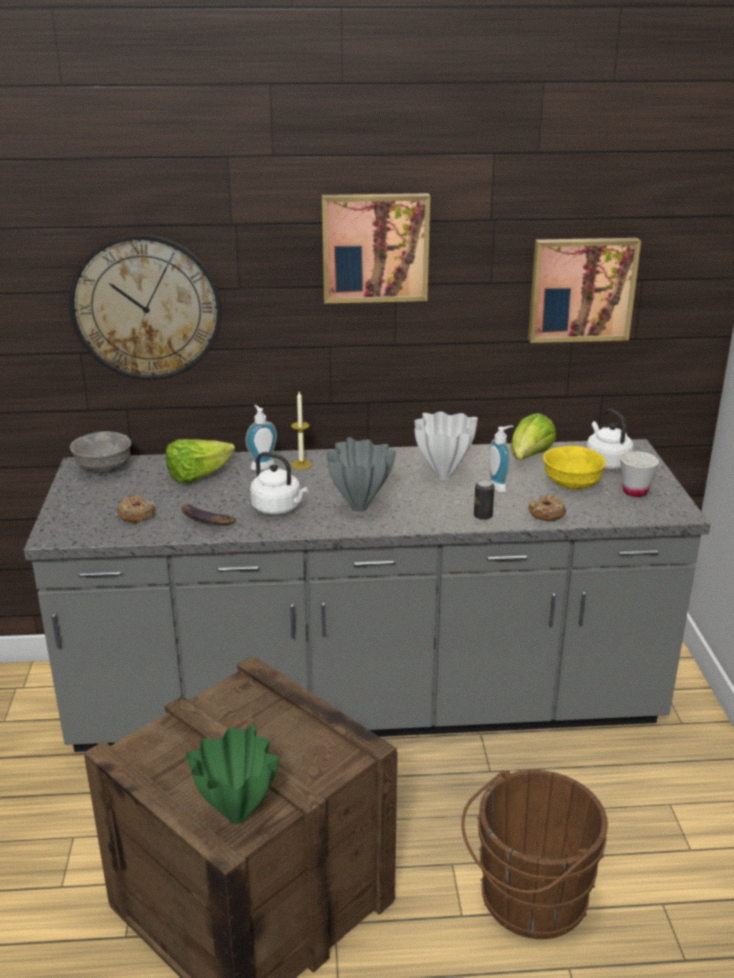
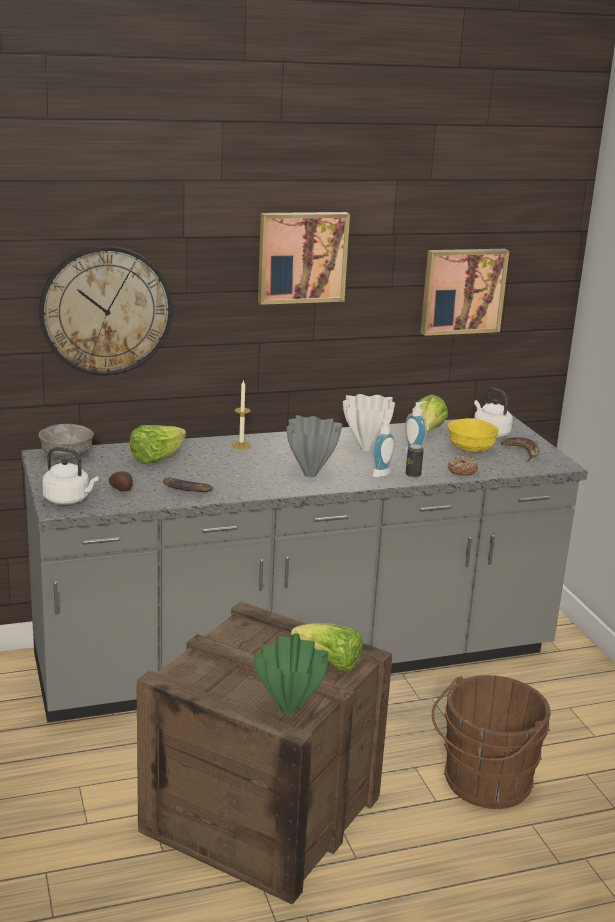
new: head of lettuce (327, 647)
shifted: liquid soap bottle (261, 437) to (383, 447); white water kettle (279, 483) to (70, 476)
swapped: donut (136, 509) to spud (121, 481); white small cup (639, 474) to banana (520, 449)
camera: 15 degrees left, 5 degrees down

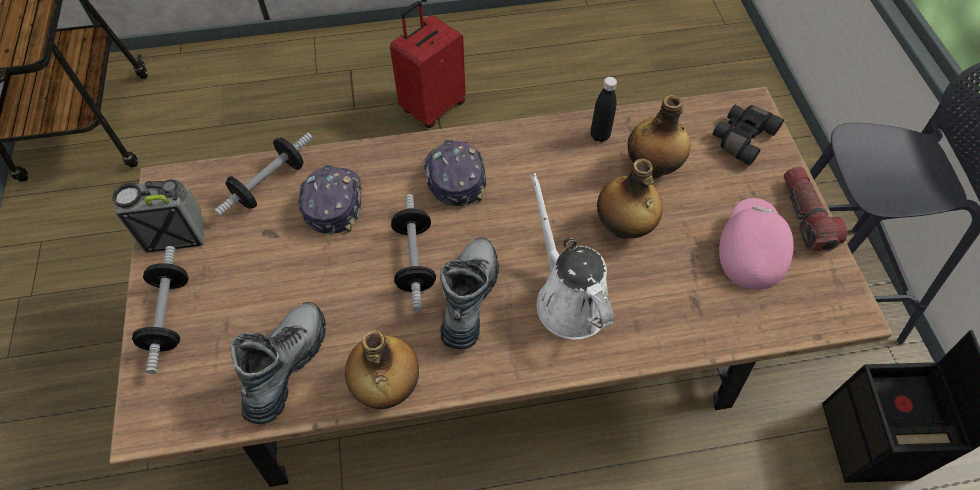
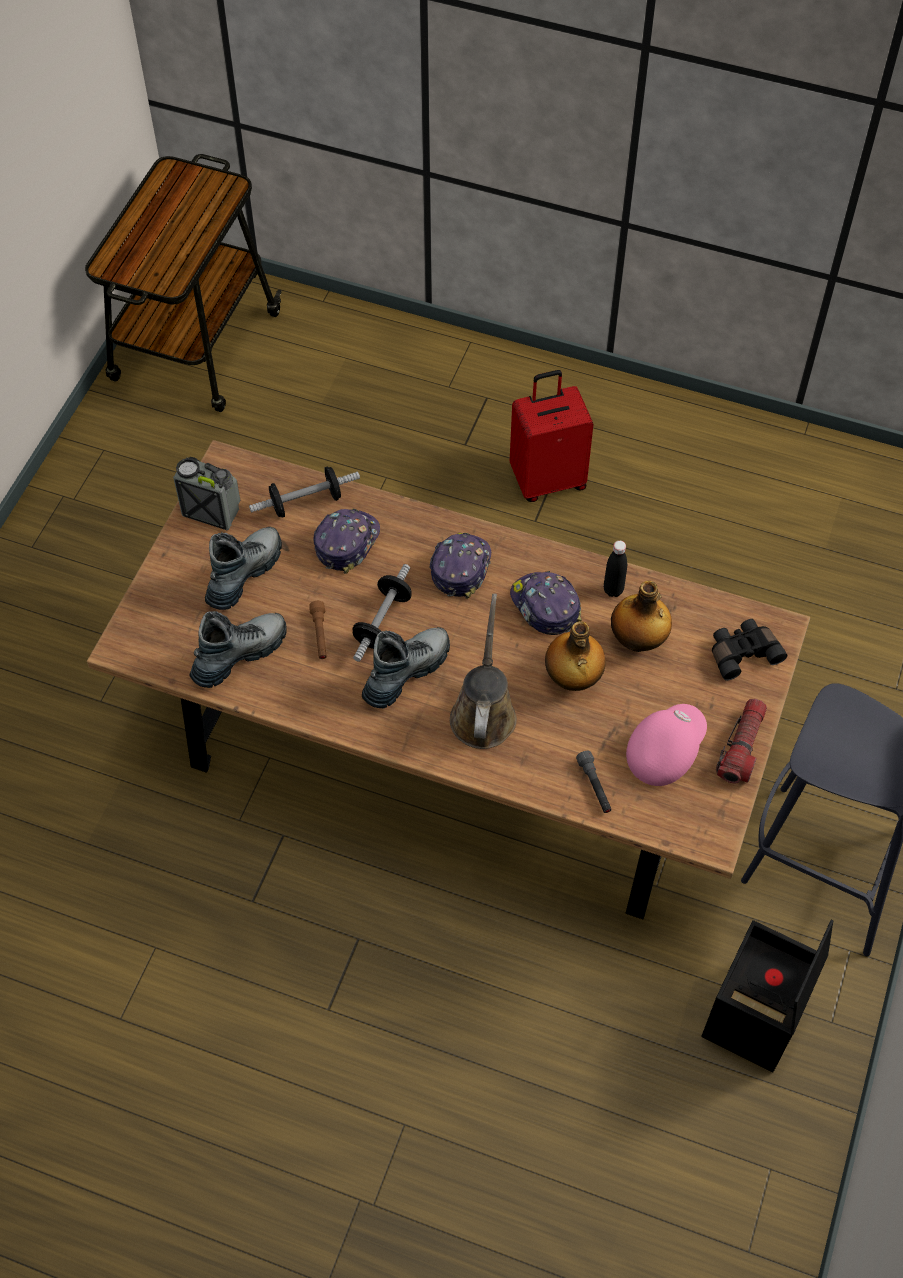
gone: free weight (160, 310); drink bottle (382, 369)
new: boot (243, 568); brown-coloured hand torch (318, 630); cap (546, 603); grey hand torch (594, 782)
repainted: white sprinkling can (572, 256) to brown-coloured sprinkling can (483, 671)
camera: 30 degrees right, 0 degrees up

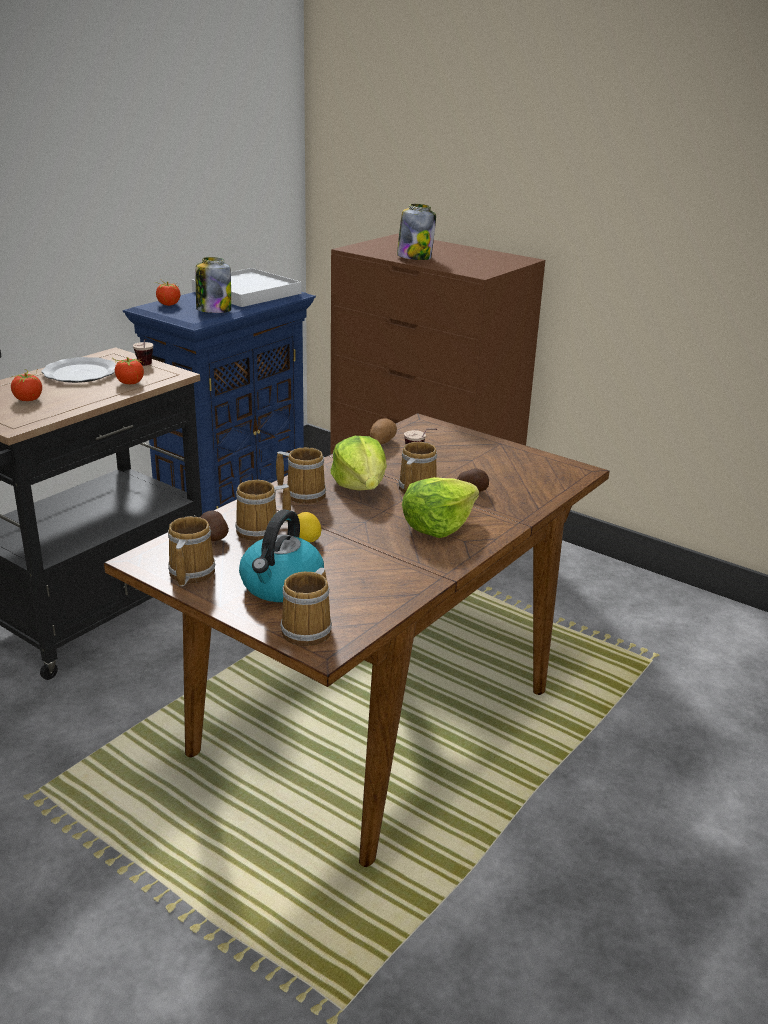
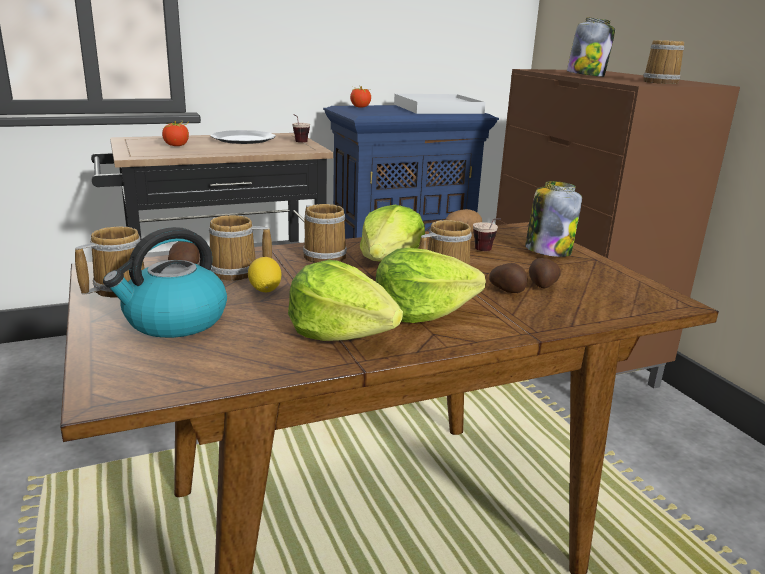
gone: whole tomato (128, 370)
new: head of lettuce (345, 300); spud (544, 273)
shifted: storage jar (213, 285) to (553, 219); tea mug (306, 607) to (663, 62)
camera: 30 degrees right, 5 degrees down

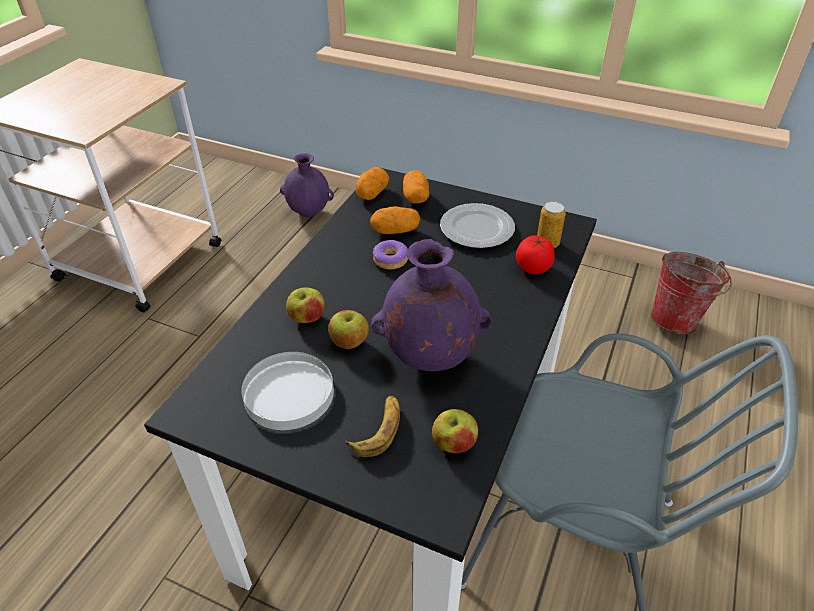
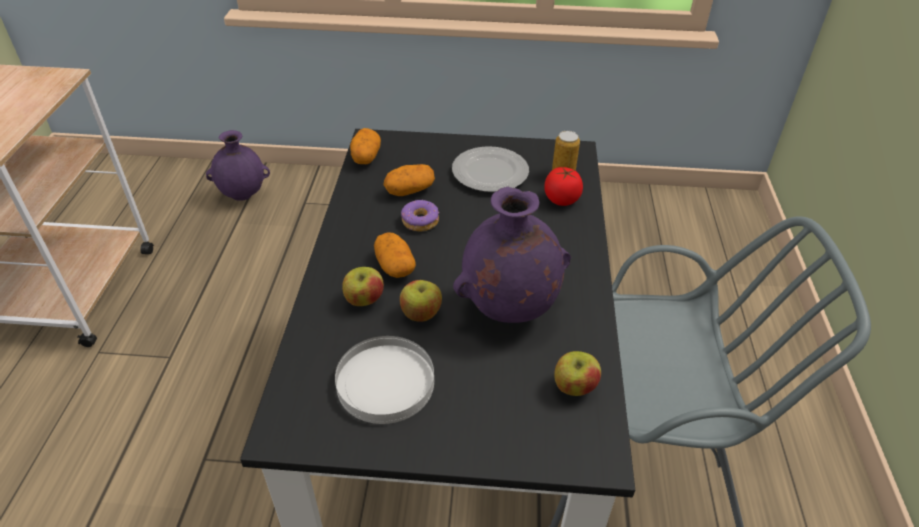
gone: banana (373, 426); water bucket (691, 293)
shifted: spud (416, 187) to (395, 255)
camera: 20 degrees left, 0 degrees up

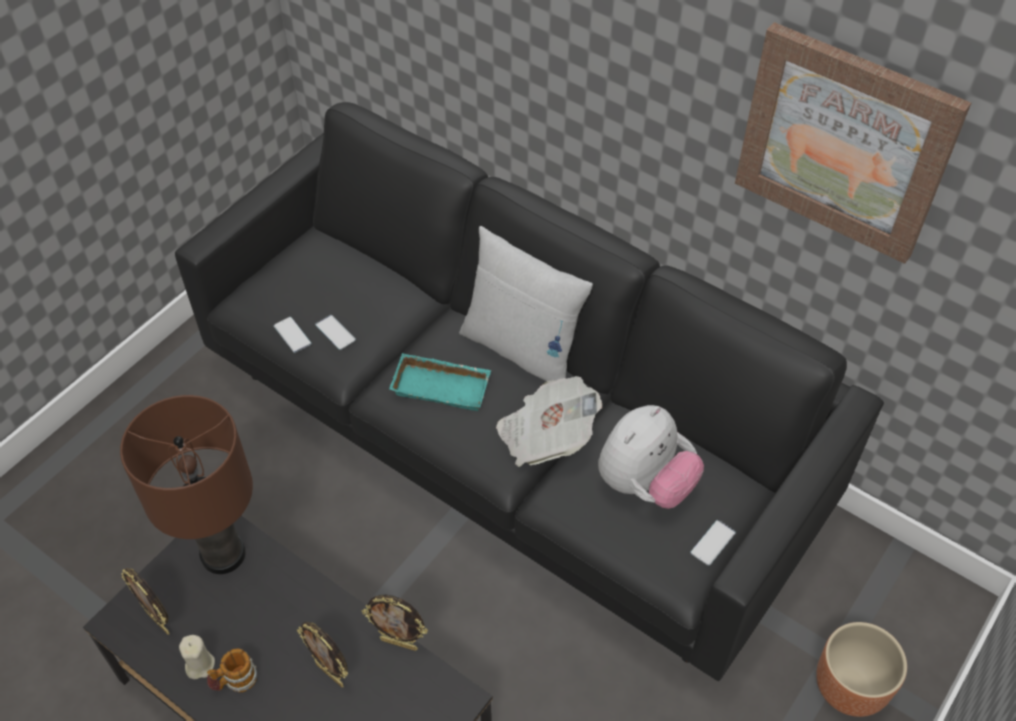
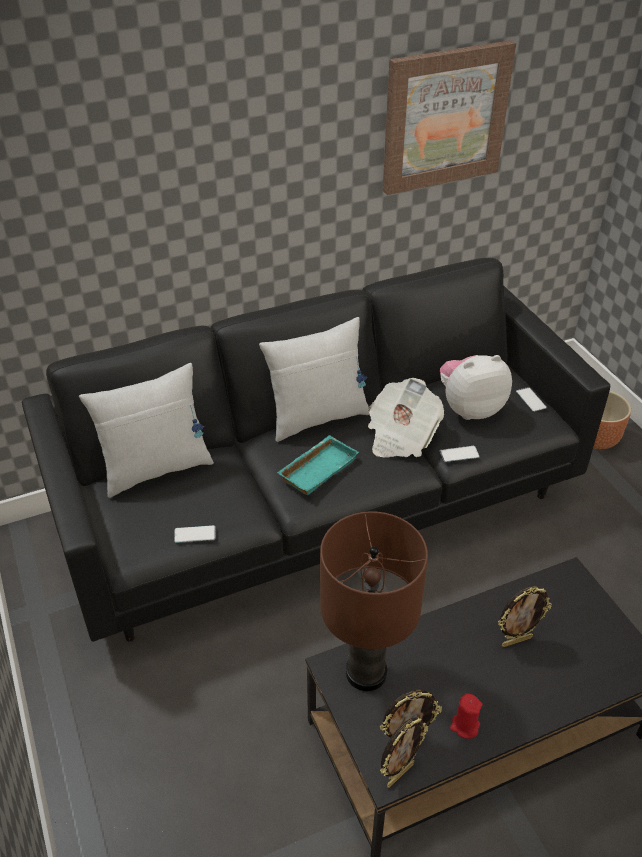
gone: tea mug (232, 670)
new: grey throw pillow (146, 430)
shifted: telephone (335, 332) to (460, 454); photo frame (395, 623) to (404, 752)
repainted: sand-coloured candle (197, 657) to reddish candle (466, 716)
rotated: plush toy (651, 457) = (476, 387) 90 degrees counterclockwise
camera: 60 degrees left, 10 degrees down

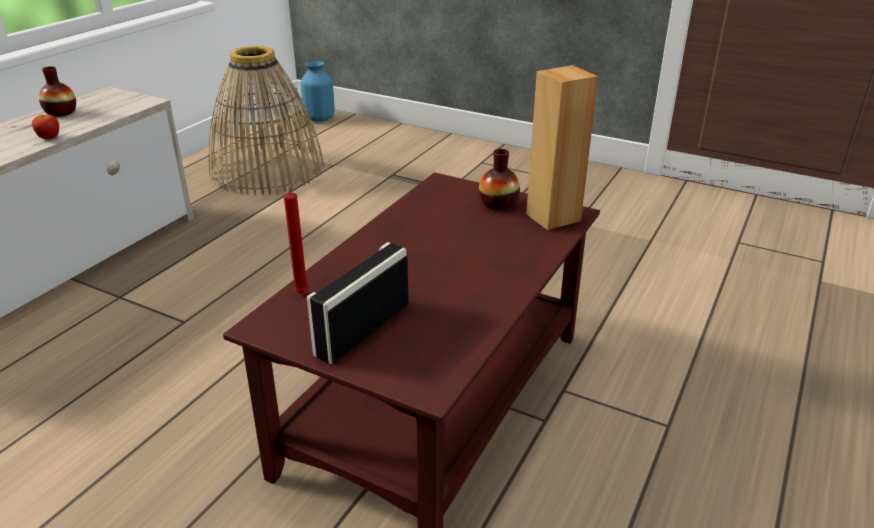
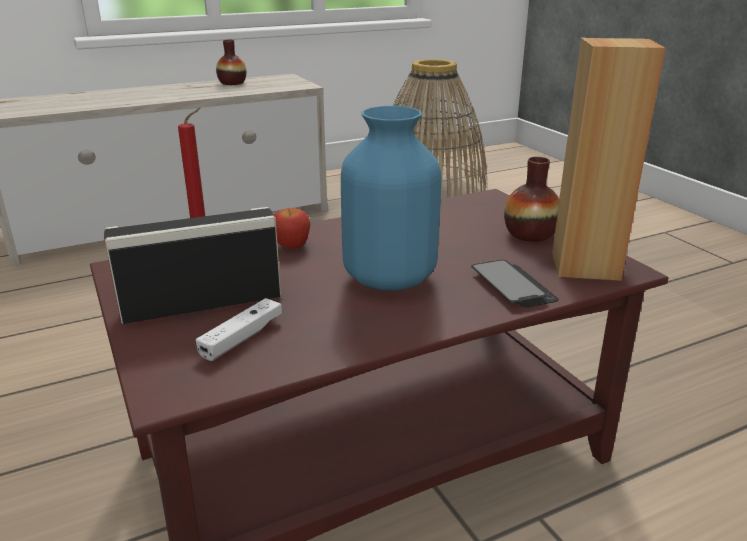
new: white game controller (239, 329); telephone (515, 283)
shifted: whole apple (45, 127) to (292, 228); blue decorative vase (317, 91) to (391, 198)
camera: 35 degrees right, 5 degrees down

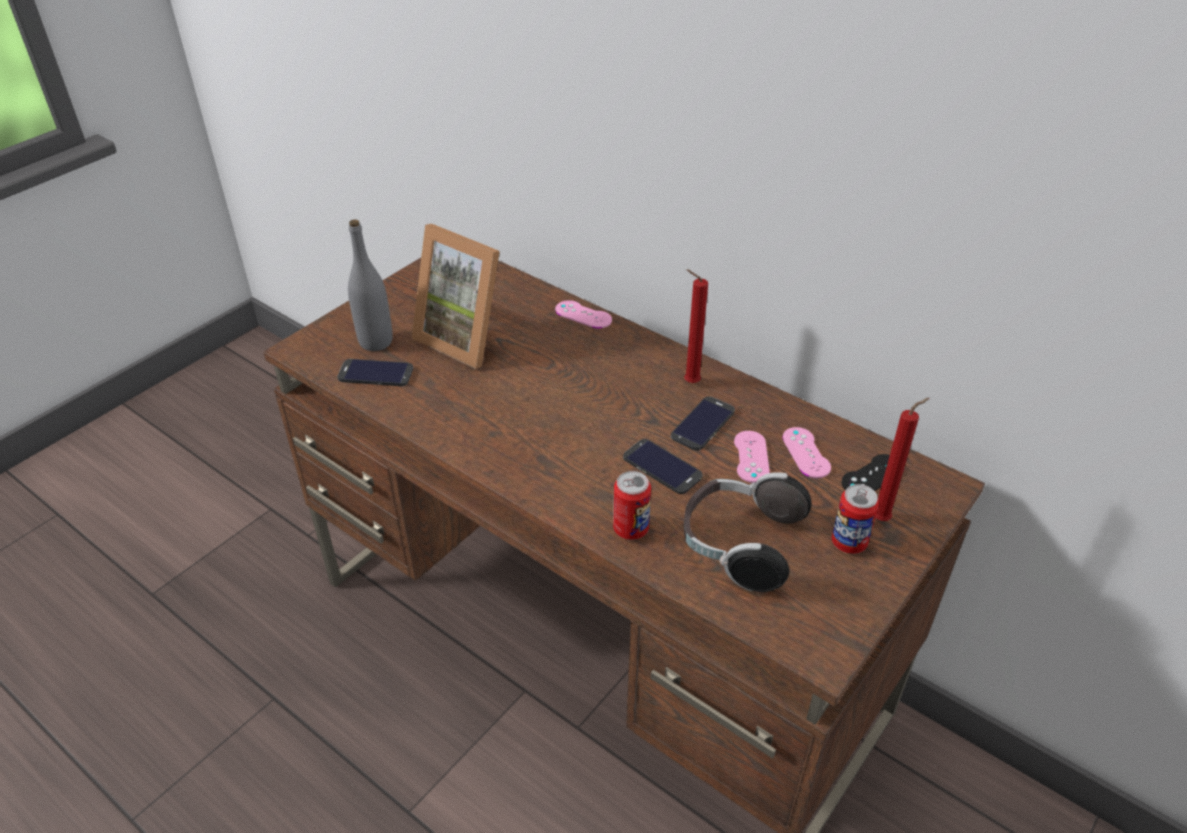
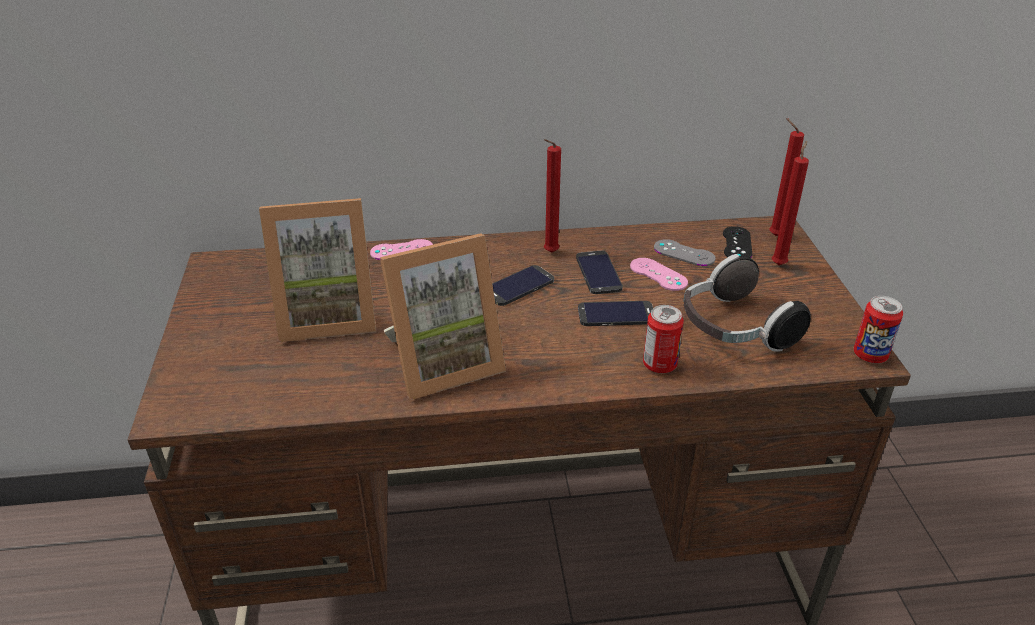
gone: grey drink bottle (370, 285)
new: photo frame (443, 316); reddish candle (786, 177)
shifted: telephone (375, 372) to (523, 285); metal can (855, 519) to (878, 329)
repainted: pinkish game controller (807, 452) to grey game controller (684, 252)
camera: 45 degrees left, 5 degrees down

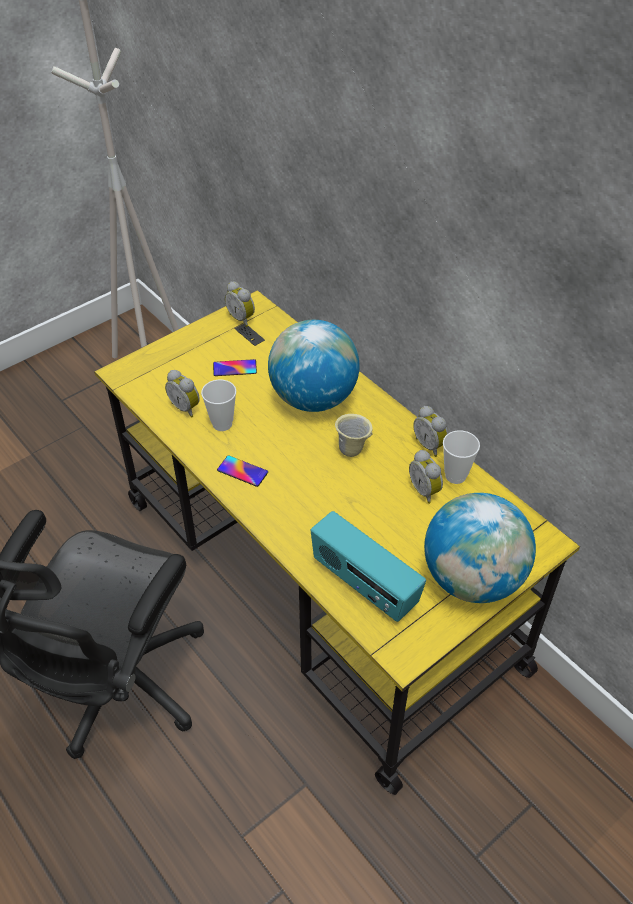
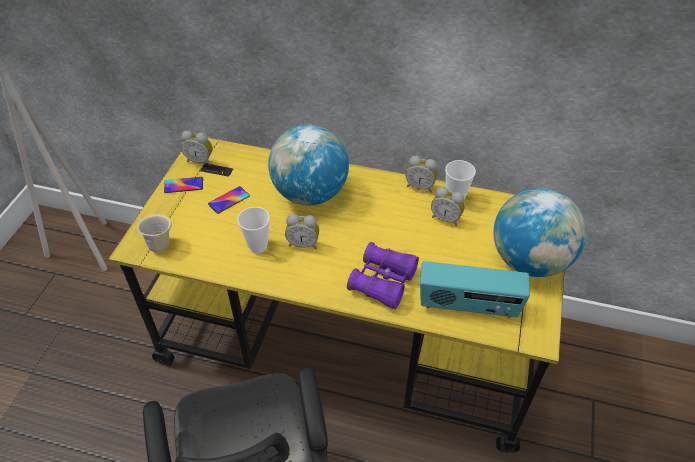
new: purplish pair of binoculars (383, 275)
shifted: table clock (182, 394) to (302, 231); telephone (242, 471) to (183, 185); sand-coloured tea mug (354, 435) to (154, 233)
camera: 35 degrees left, 0 degrees up

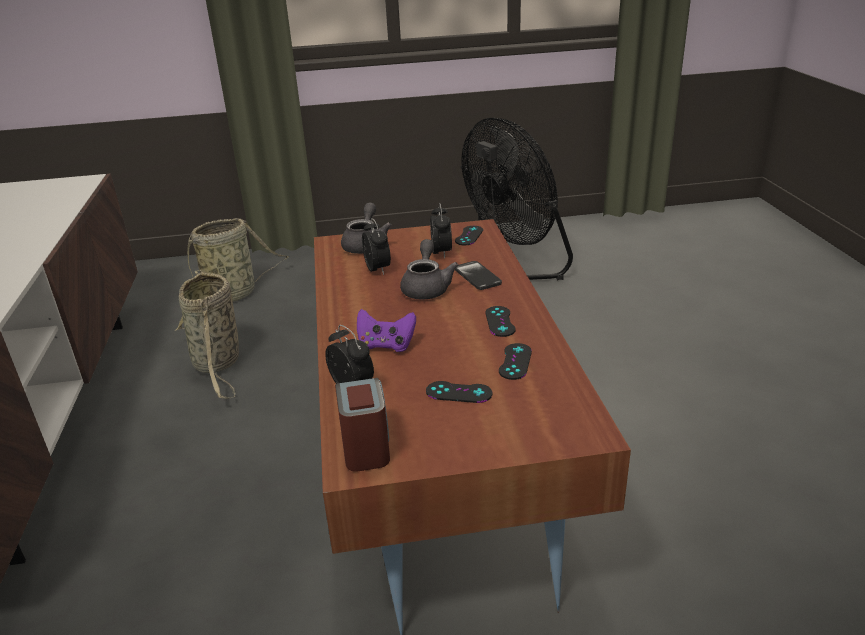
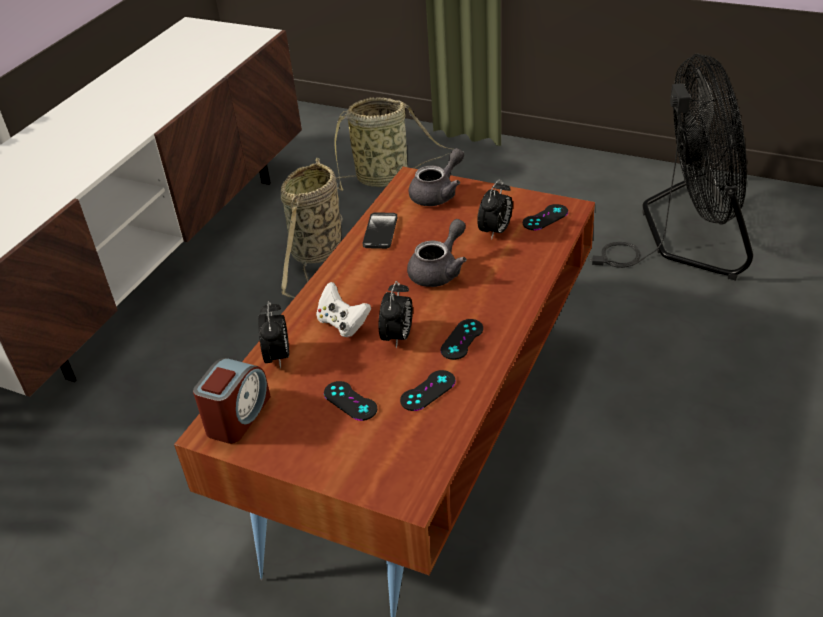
shifted: table clock (376, 246) to (396, 314); telephone (478, 275) to (380, 230)
repainted: purplish game controller (386, 330) to white game controller (343, 309)
camera: 35 degrees right, 10 degrees up

